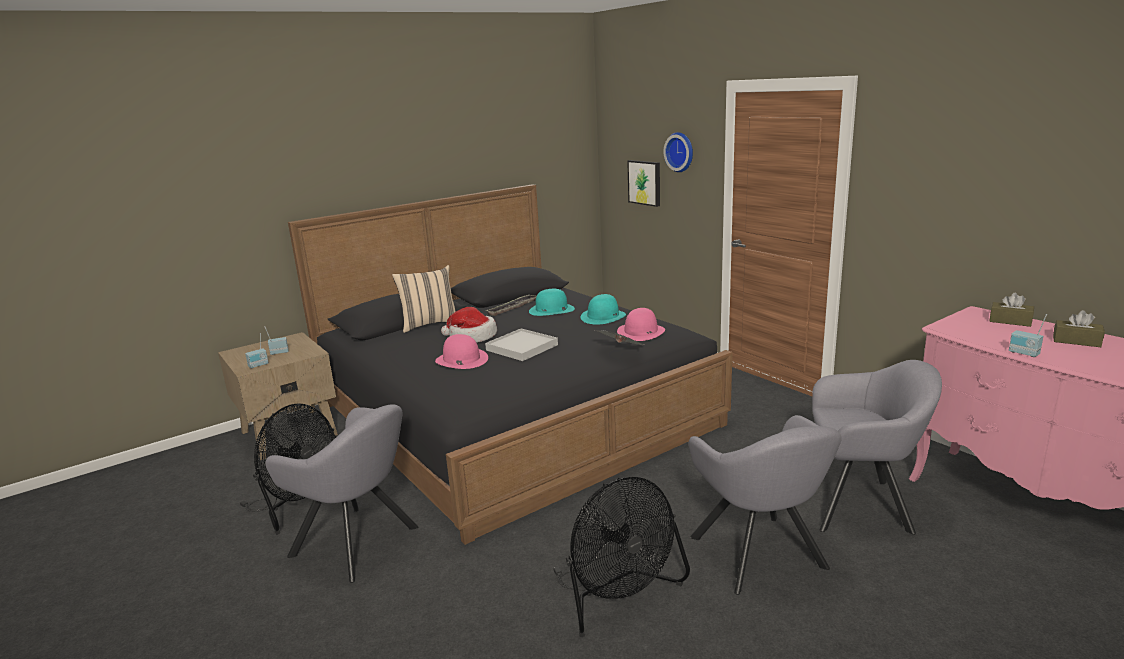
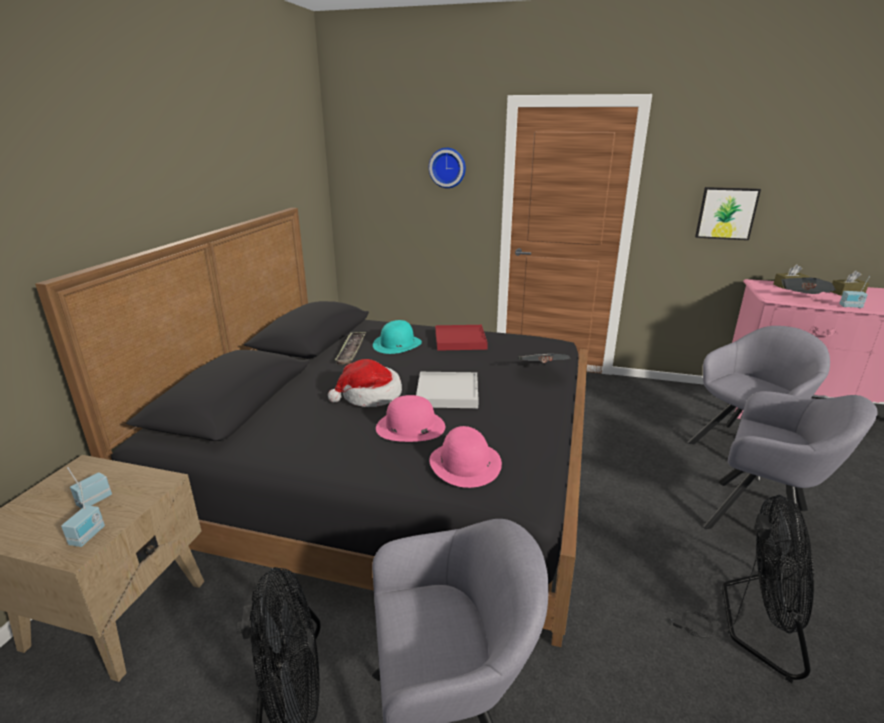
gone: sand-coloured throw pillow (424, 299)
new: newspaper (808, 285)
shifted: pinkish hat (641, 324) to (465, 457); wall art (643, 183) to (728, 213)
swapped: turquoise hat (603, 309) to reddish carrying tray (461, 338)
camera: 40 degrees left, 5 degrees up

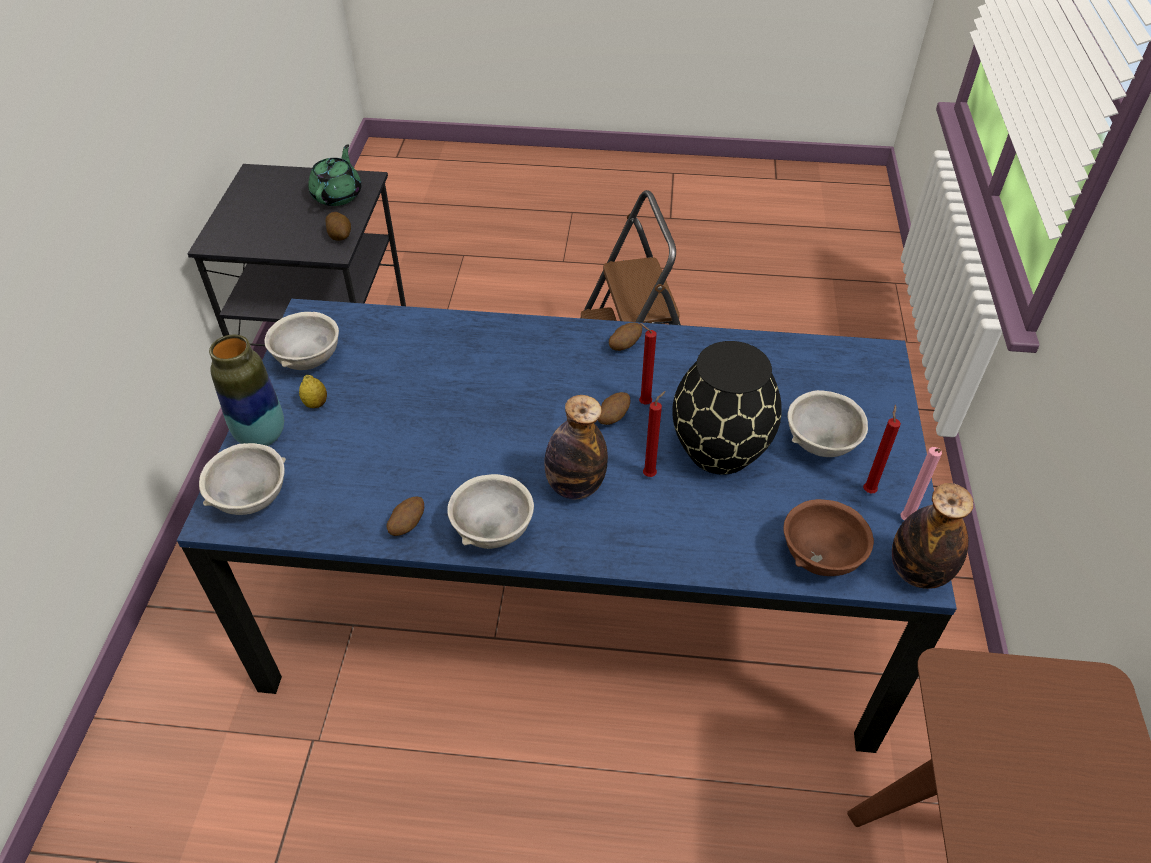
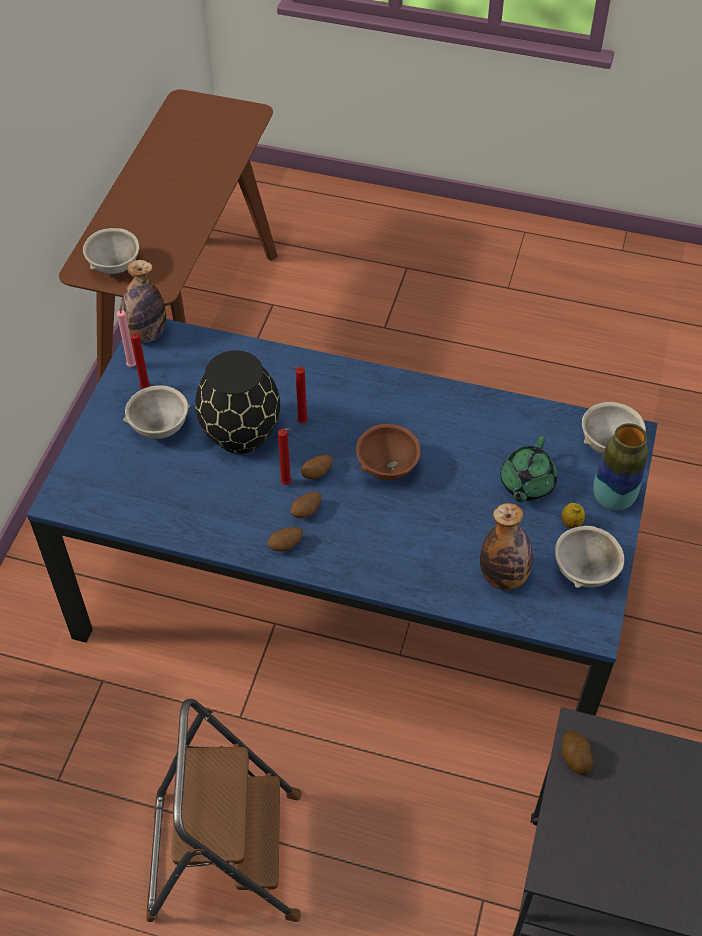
shifted: green-coloured pot for tea (335, 175) to (528, 469); spud (405, 516) to (306, 505); grey bowl (490, 511) to (111, 251); drink bottle (576, 447) to (506, 546); brown-coloured bowl (828, 537) to (388, 452)
camera: 170 degrees left, 5 degrees up

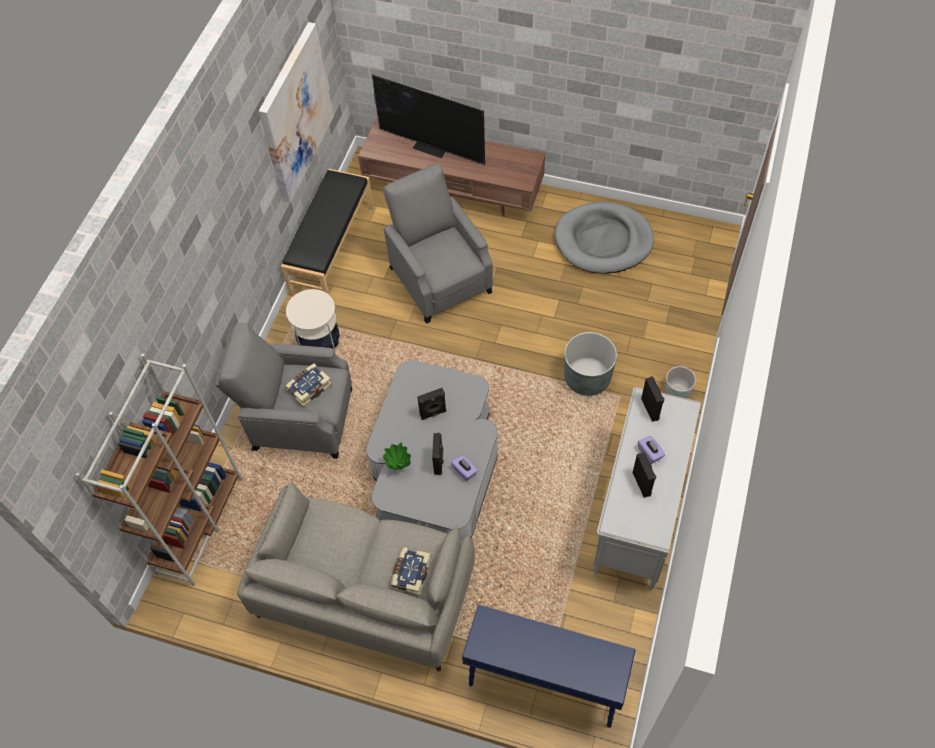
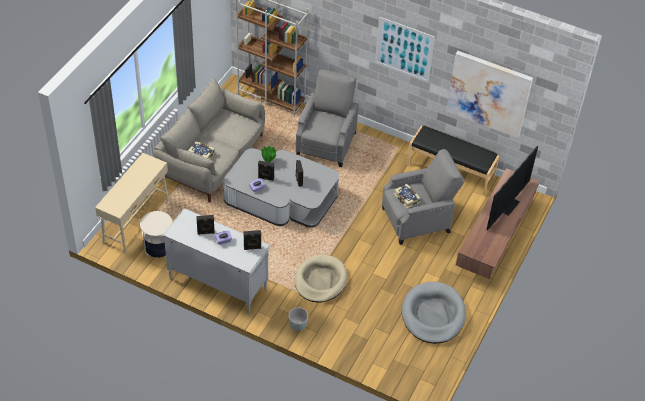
new: wall art (405, 49)
shifted: book (308, 385) to (407, 196); sand-coloured side table (313, 319) to (156, 234)
swapped: grey plant pot (590, 364) to sand-coloured dog bed (321, 279)
repainted: blue console table (549, 666) to sand-coloured console table (132, 203)
camera: 95 degrees right, 10 degrees down

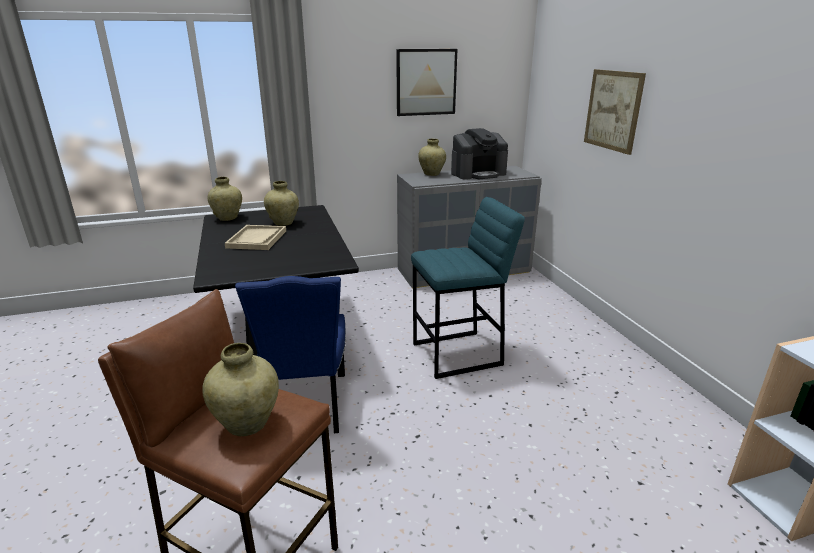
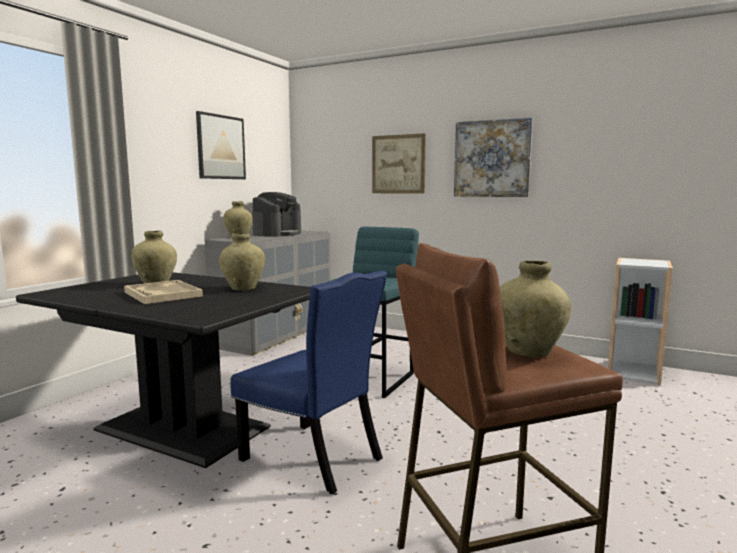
new: wall art (493, 157)
shifted: sand-coloured decorative vase (225, 199) to (242, 262)
camera: 45 degrees left, 15 degrees down

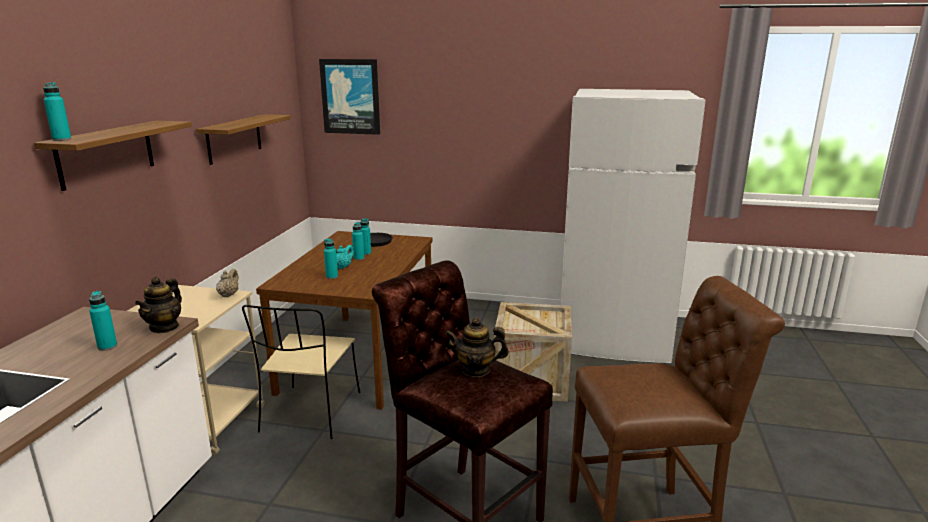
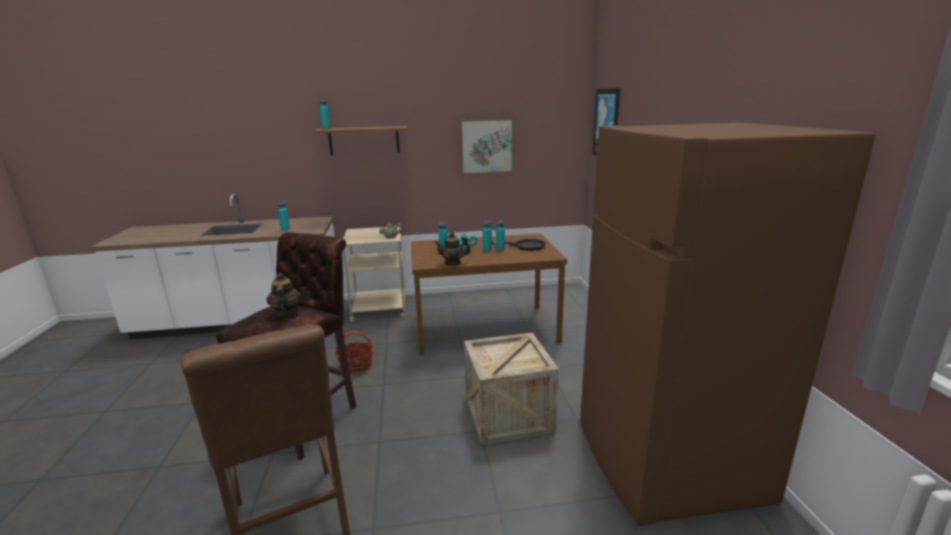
gone: sand-coloured plain chair (301, 372)
new: storage basket (354, 352)
shifted: pot for tea (158, 305) to (453, 249)
swapped: wall shelf (243, 139) to wall art (486, 146)
repainted: white fridge (633, 226) to brown-coloured fridge (727, 324)
camera: 70 degrees right, 0 degrees up

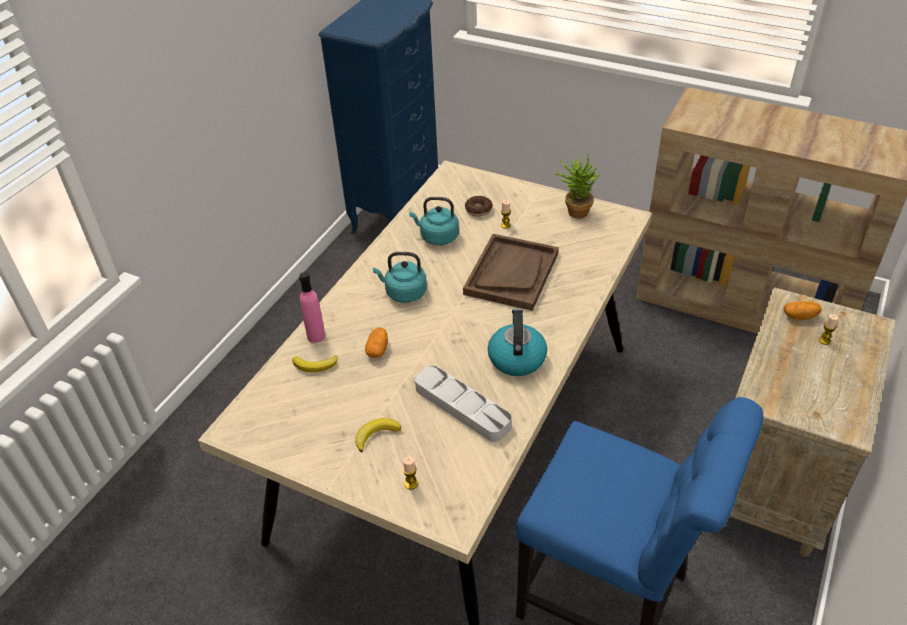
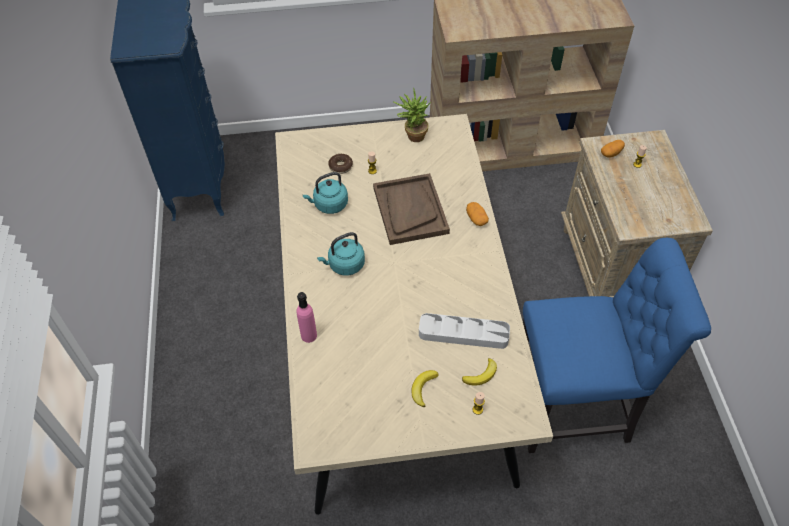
gone: water kettle (517, 342)
shifted: banana (315, 363) to (479, 372); spud (376, 343) to (477, 214)
camera: 35 degrees left, 10 degrees up

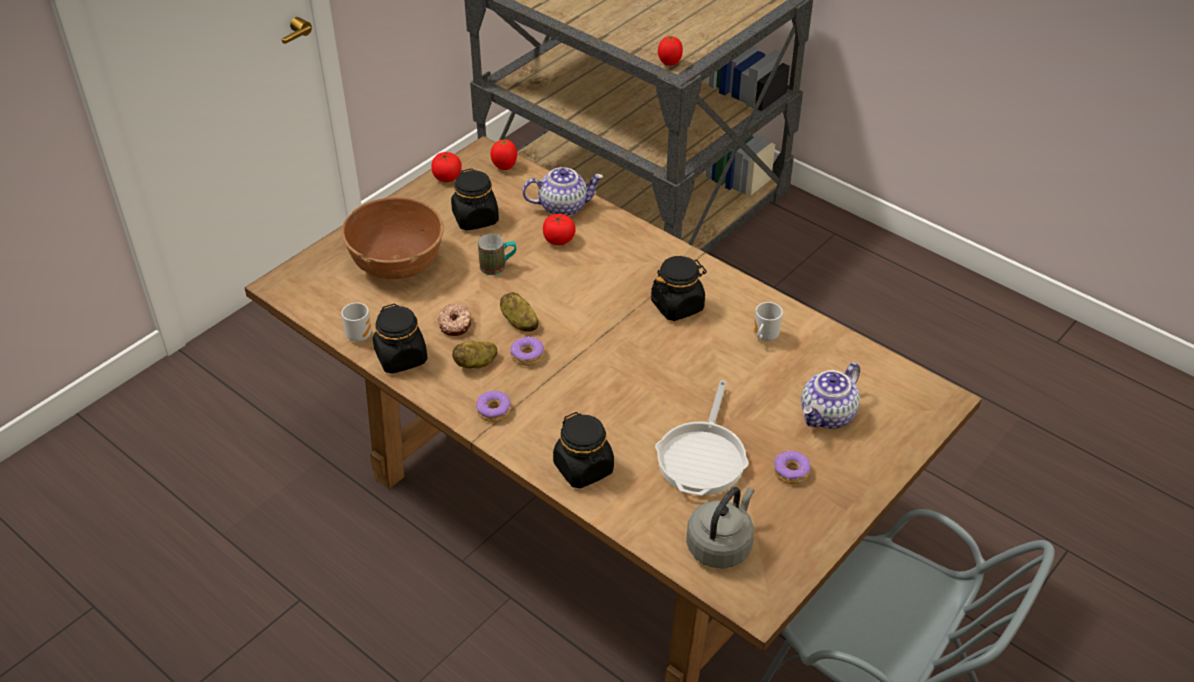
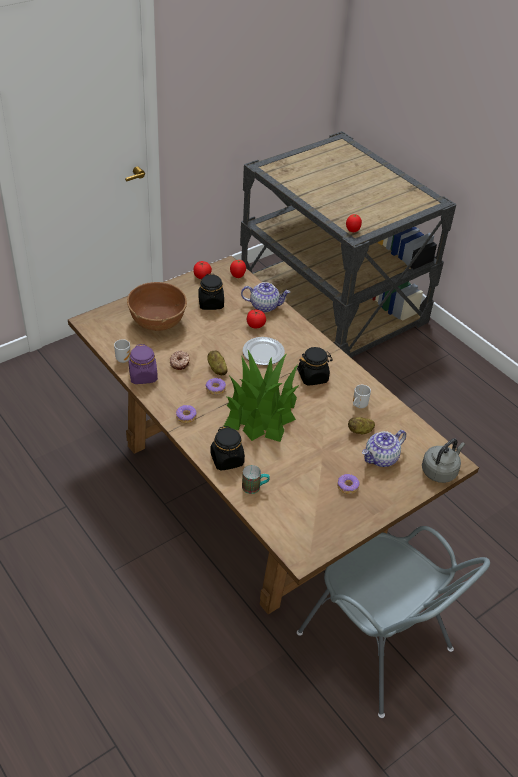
gone: skillet (702, 438)
new: plant in a pot (261, 396); dinner plate (264, 351)
shifted: spud (474, 354) to (361, 425); tea mug (497, 254) to (256, 479); grey water kettle (720, 528) to (443, 460)
repainted: black storage jar (400, 338) to purplish storage jar (143, 364)
camera: 10 degrees right, 0 degrees up

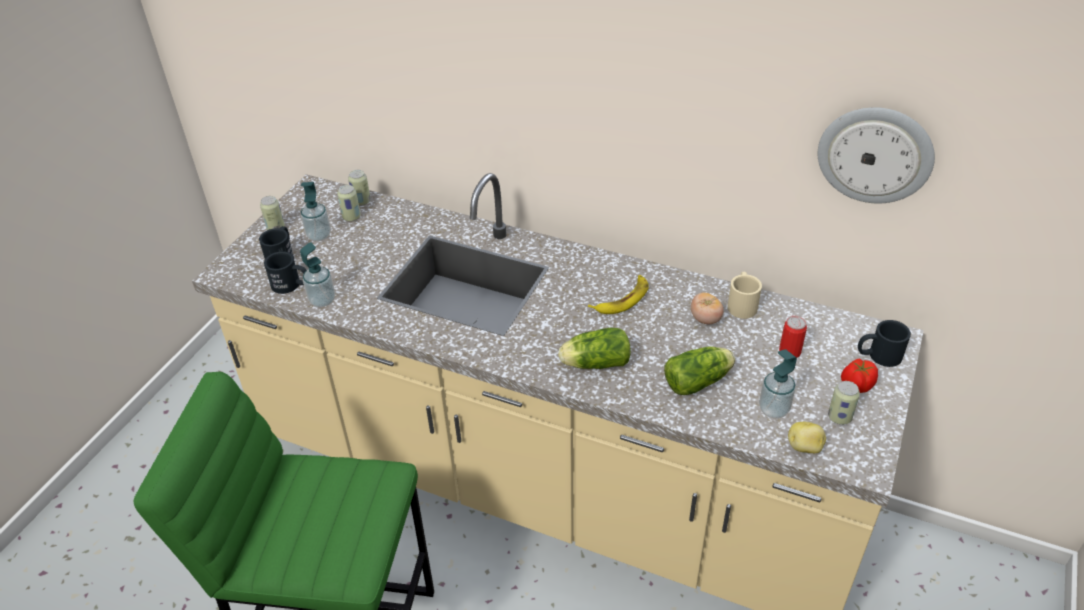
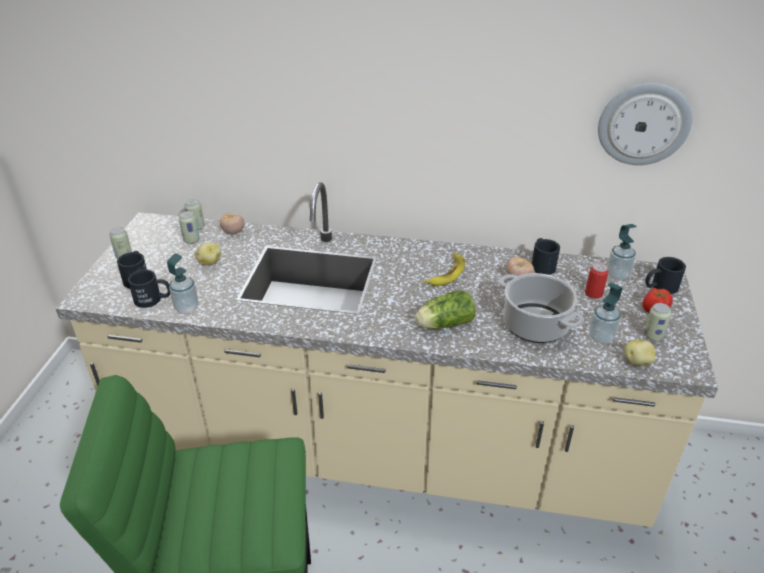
new: spud (208, 254); whole tomato (232, 223)
shifted: liquid soap bottle (316, 211) to (622, 252)
swapped: head of lettuce (699, 370) to cooking pot (541, 308)
repainted: sand-coloured tea mug (744, 295) to black tea mug (546, 256)
camera: 15 degrees left, 5 degrees down

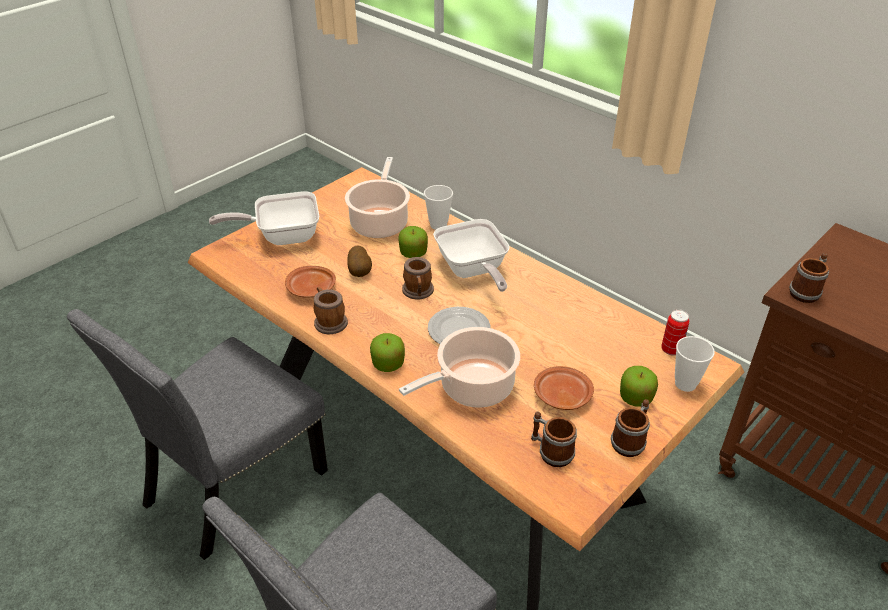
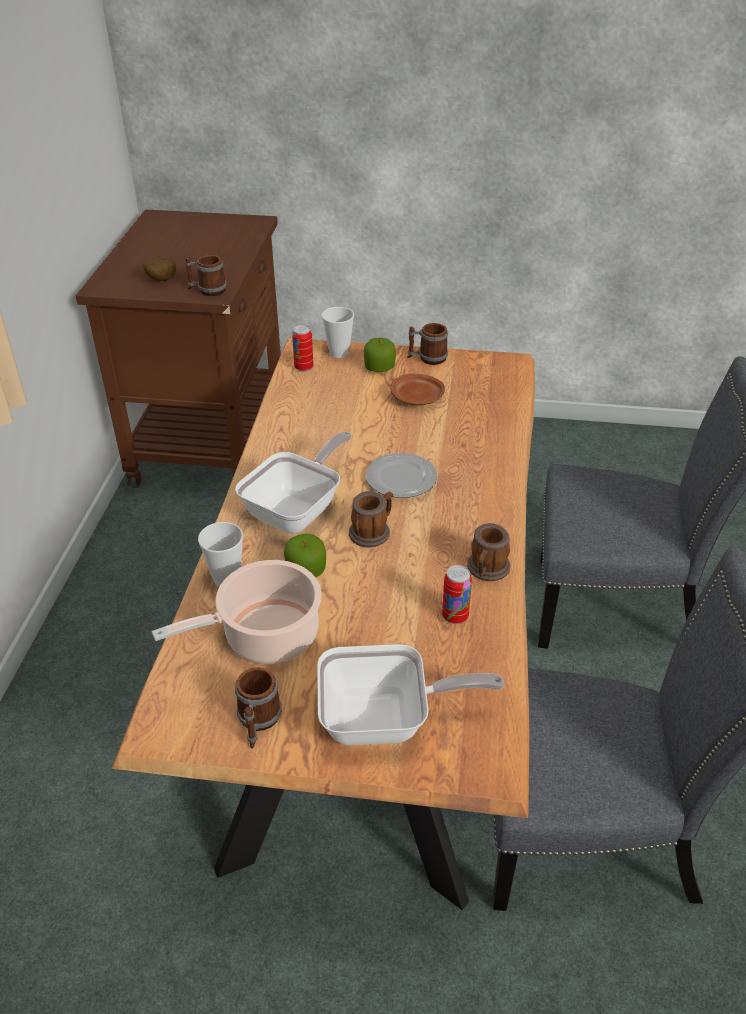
gone: whole apple (387, 352); cooking pot (459, 367)
shifted: spud (359, 261) to (159, 269); tea mug (554, 439) to (258, 707)
swapped: brown-coloured dinner plate (310, 282) to metal can (457, 594)
rotated: skillet (264, 218) = (411, 694) 45 degrees counterclockwise
camera: 125 degrees left, 0 degrees up

